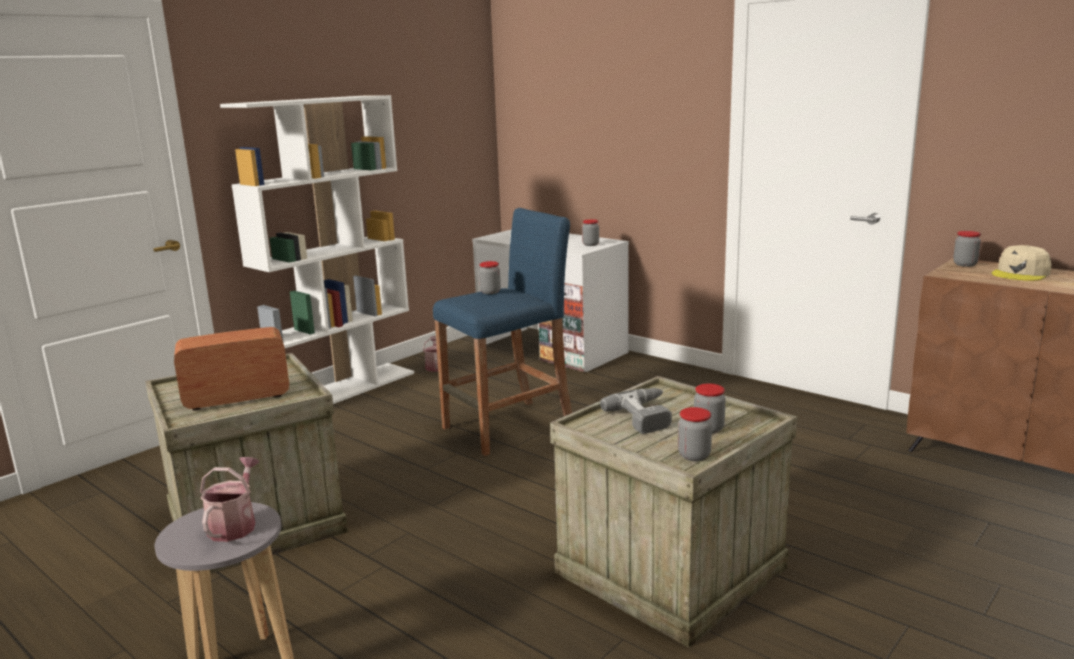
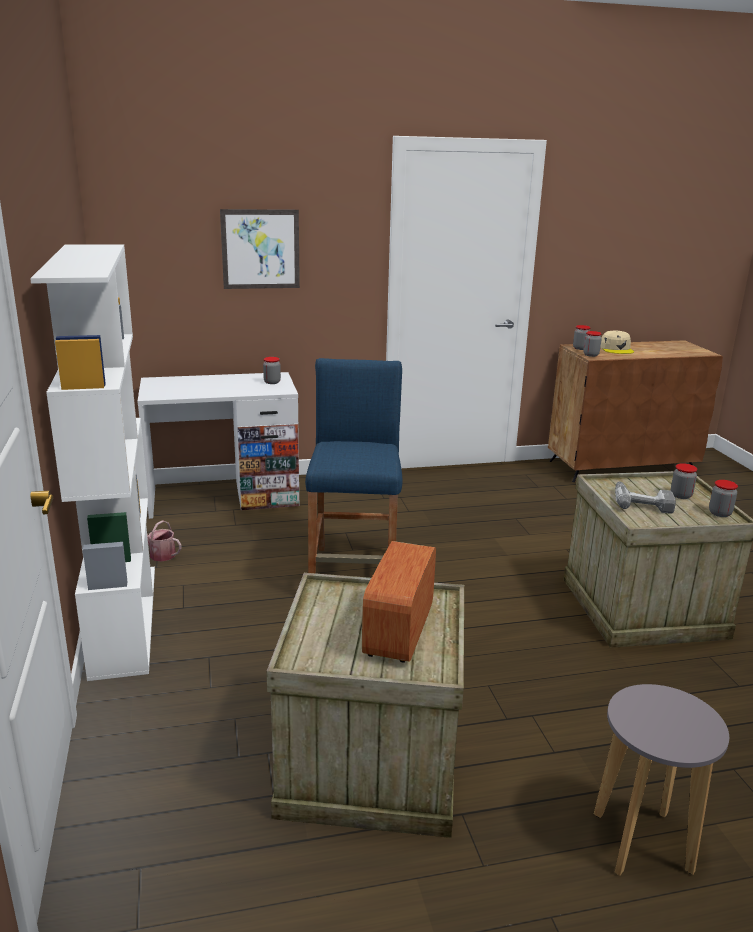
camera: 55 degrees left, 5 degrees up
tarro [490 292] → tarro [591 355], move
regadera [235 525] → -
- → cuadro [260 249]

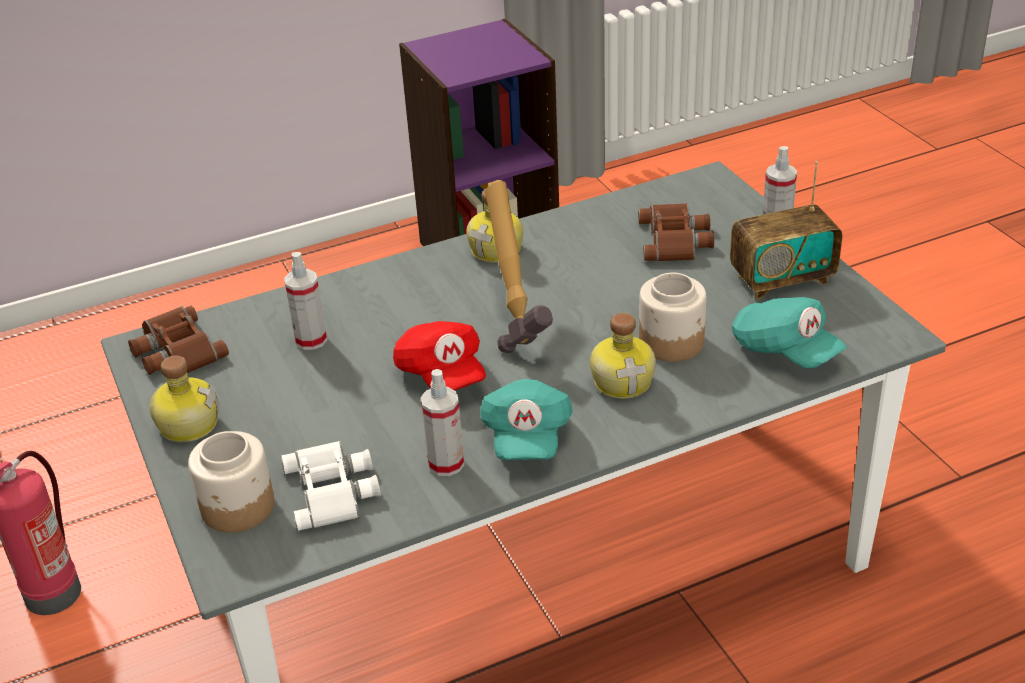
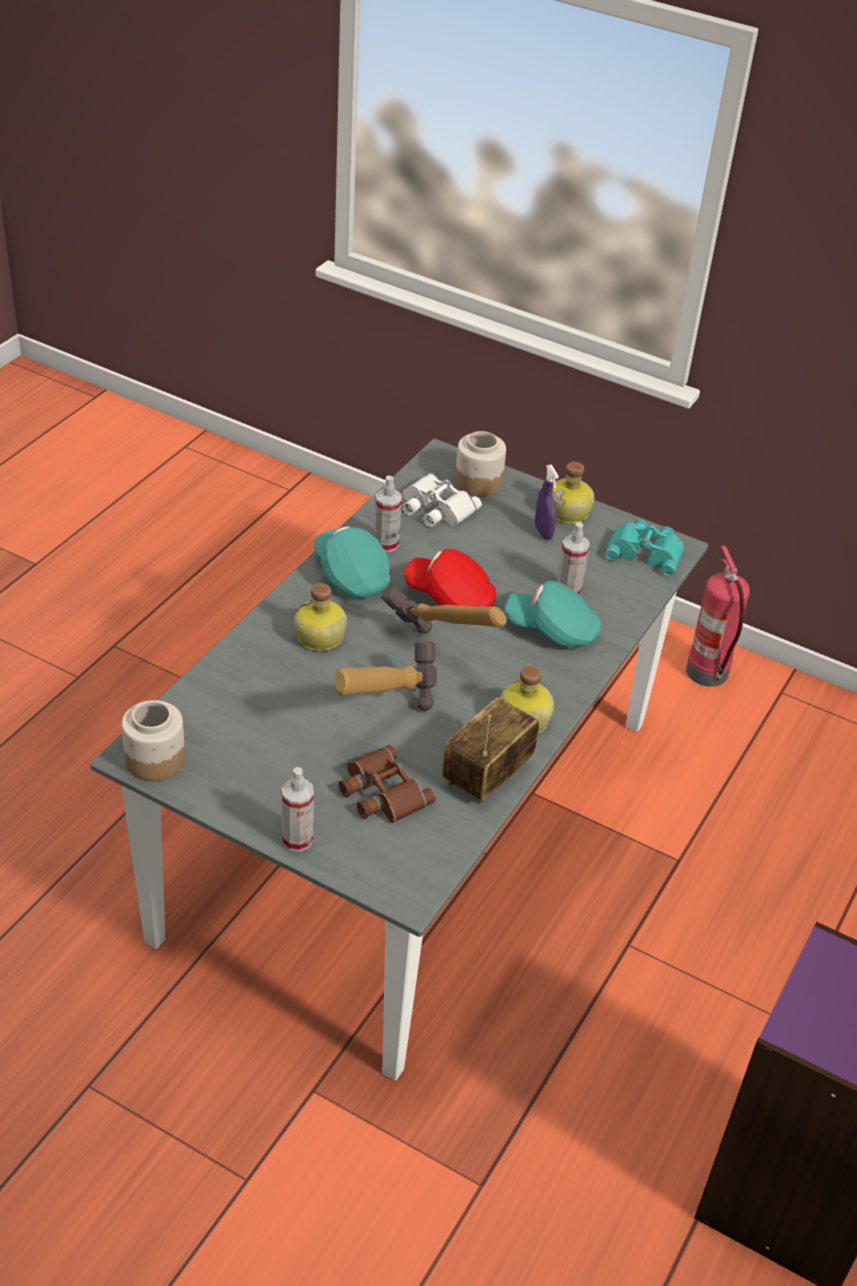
camera: 140 degrees right, 5 degrees up
radio [782 279] → radio [487 774], move
tarro [672 342] → tarro [154 760], move
gorra [turquesa] [785 351] → gorra [turquesa] [552 630], move
prismáticos [marrón] [175 351] → prismáticos [turquesa] [646 551]
- → pulverizador [morado] [543 532]
- → martillo [384 718]

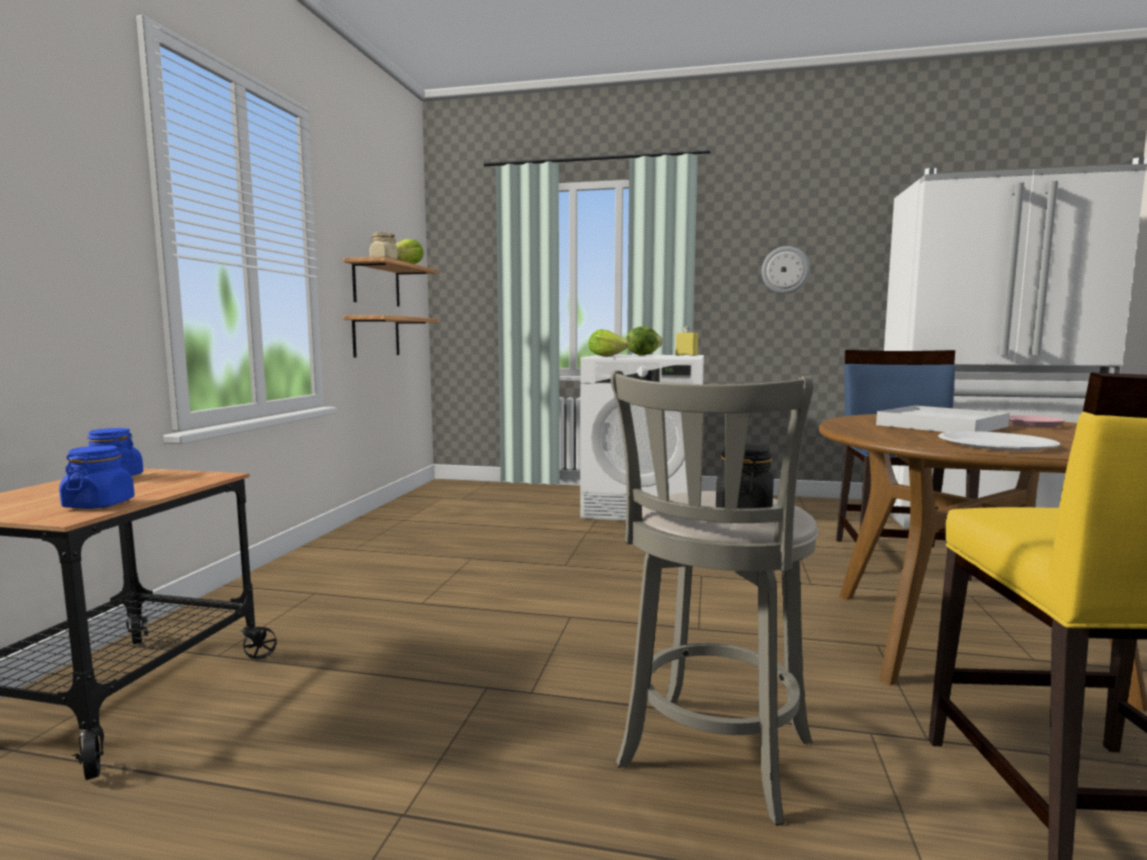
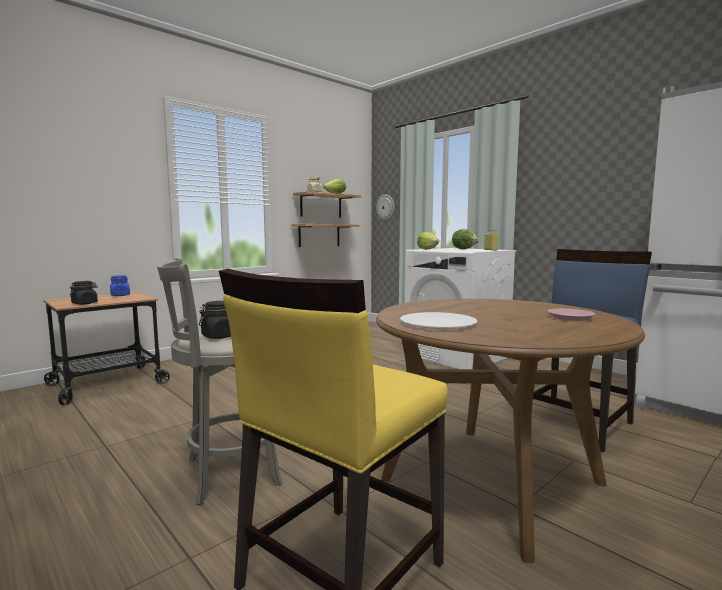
camera: 35 degrees right, 0 degrees up
reloj de pared [785 270] → reloj de pared [385 207], move
bandeja [blanco] [941 426] → -
tarro [azul] [99 504] → tarro [negro] [85 303]

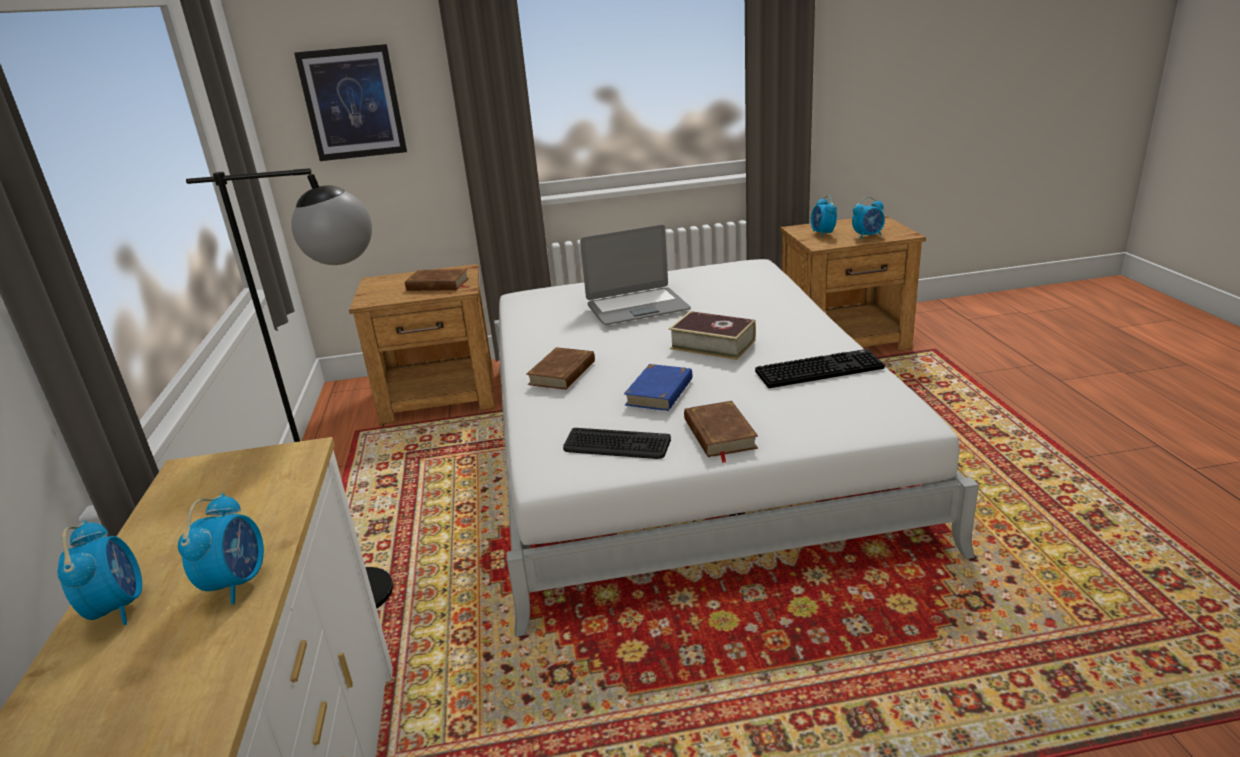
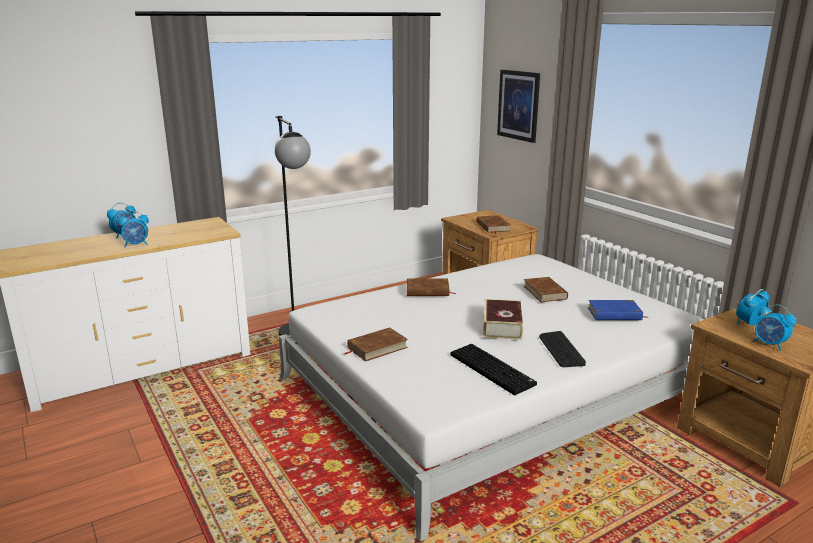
camera: 65 degrees right, 5 degrees down
portátil [637 307] → libro [marrón] [545 292]
libro [azul] [660 392] → libro [azul] [614 314], move
teclado [616 445] → teclado [560 350], move

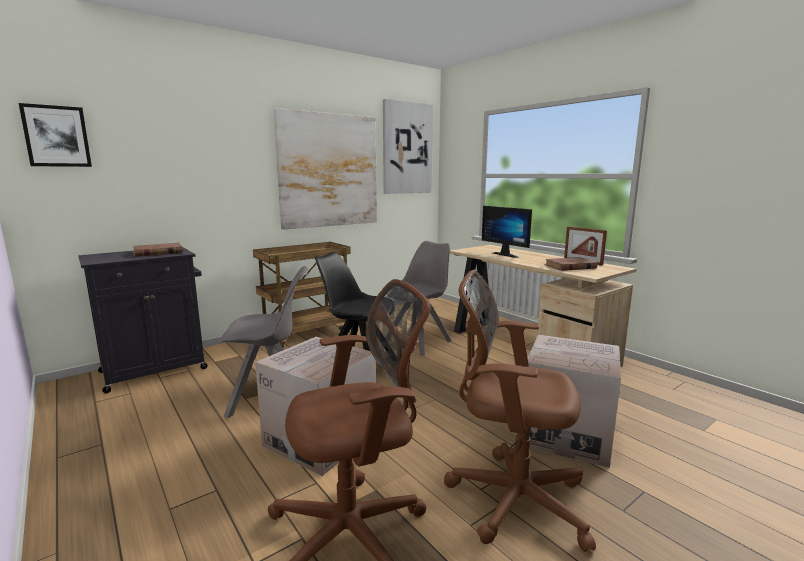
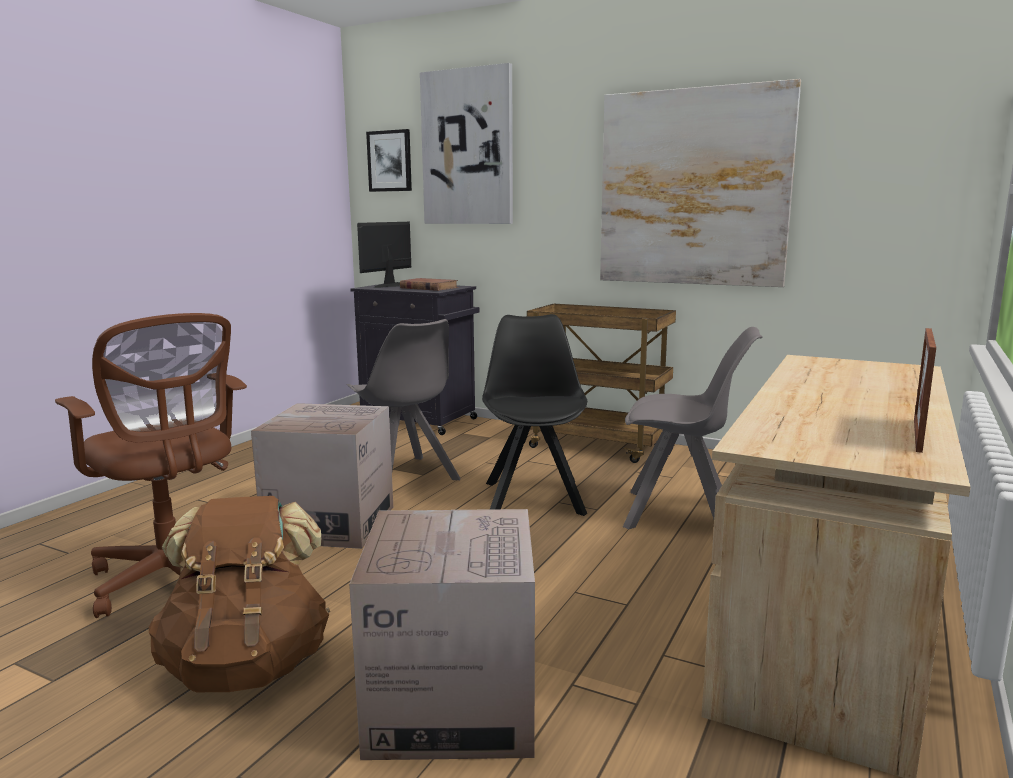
camera: 65 degrees right, 0 degrees up
cuadro [407 148] → cuadro [467 148], move
monitor [507 254] → monitor [393 286], move
libro [marrón] [570 267] → -
silla de oficina [marrón] [511 498] → mochila [marrón] [248 665]

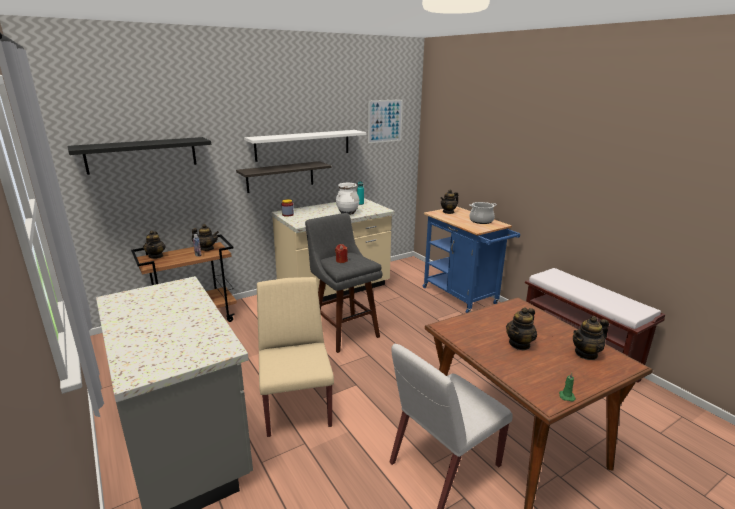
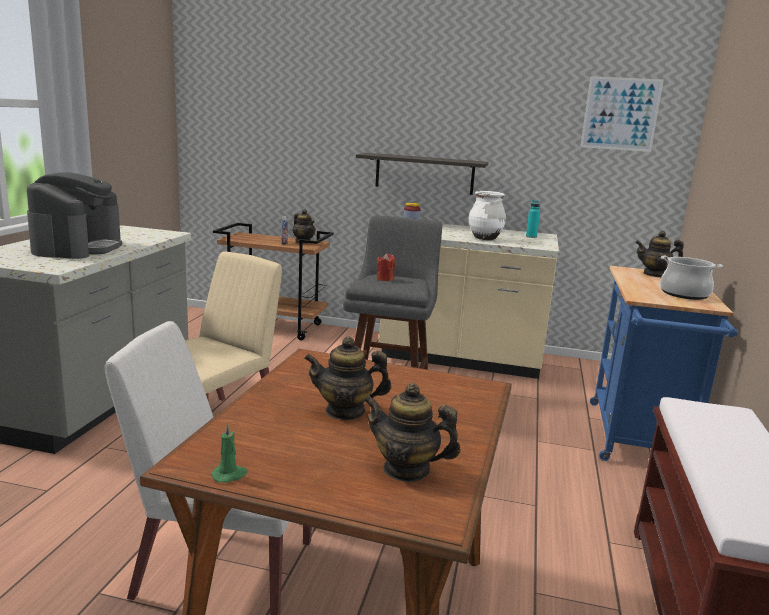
camera: 45 degrees right, 5 degrees down
estante [blanco] [303 145] → -
estante [negro] [142 155] → -
tetera [156 256] → -
- → cafetera [78 248]

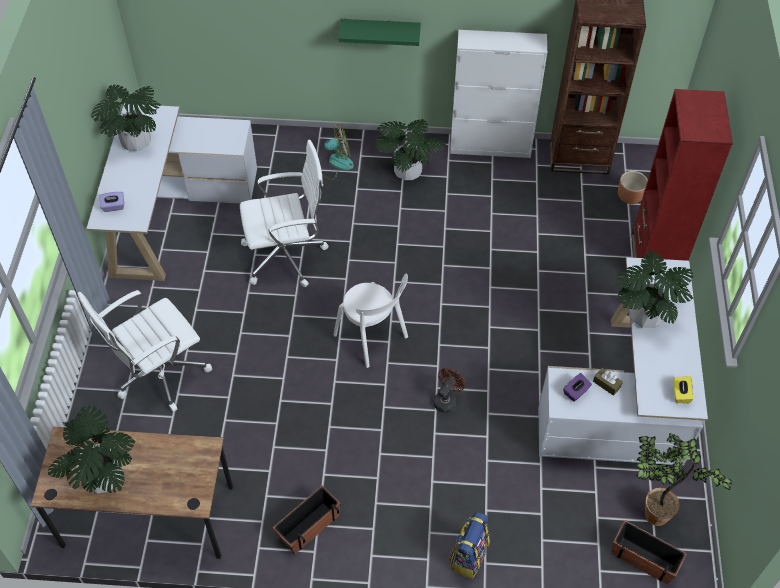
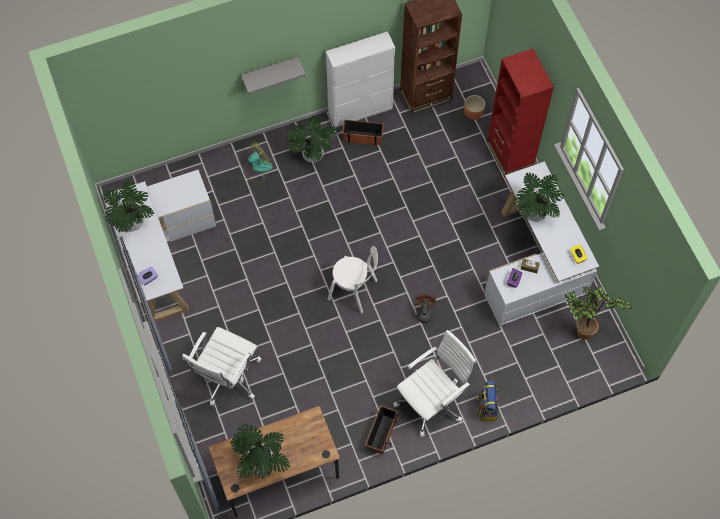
camera: 25 degrees left, 10 degrees up
estante [verde] [381 31] → estante [gris] [270 71]
silla de oficina [blanco] [287 256] → silla de oficina [blanco] [432 401], move
maceta [644 558] → maceta [363 137], move

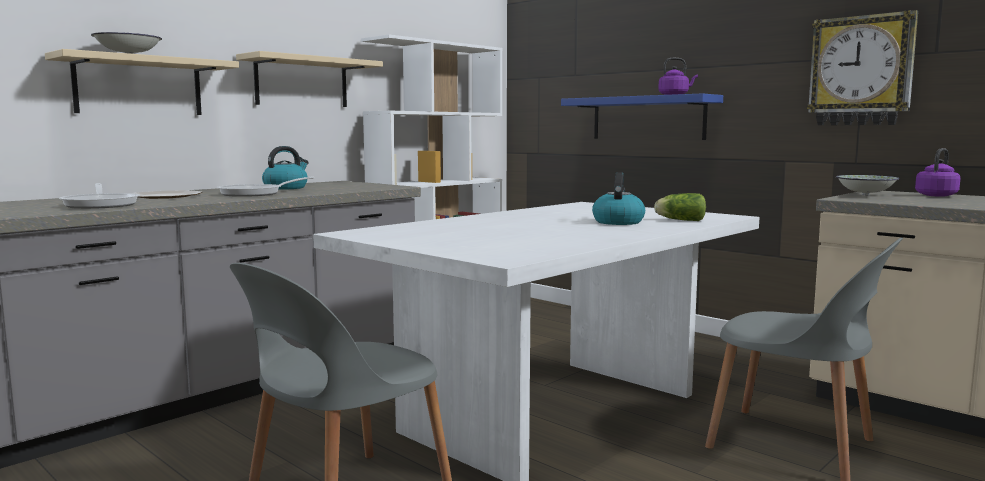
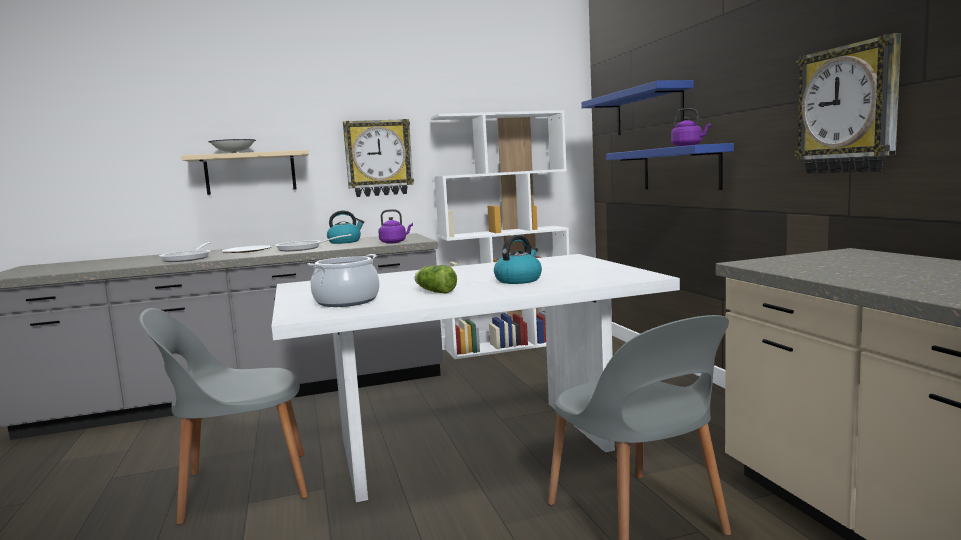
camera: 30 degrees right, 0 degrees up
estante [beis] [302 82] → reloj de pared [378 158]
hervidor [morado] [937 195] → hervidor [morado] [394 242], move
cuenco [865 195] → -
lechuga [679 220] → lechuga [434 291], move
- → estante [azul] [648 111]
- → olla [346 301]

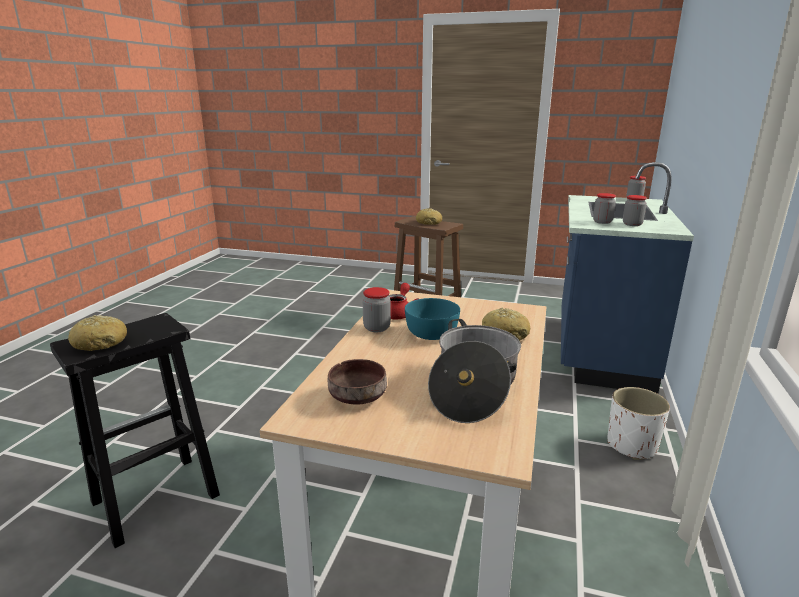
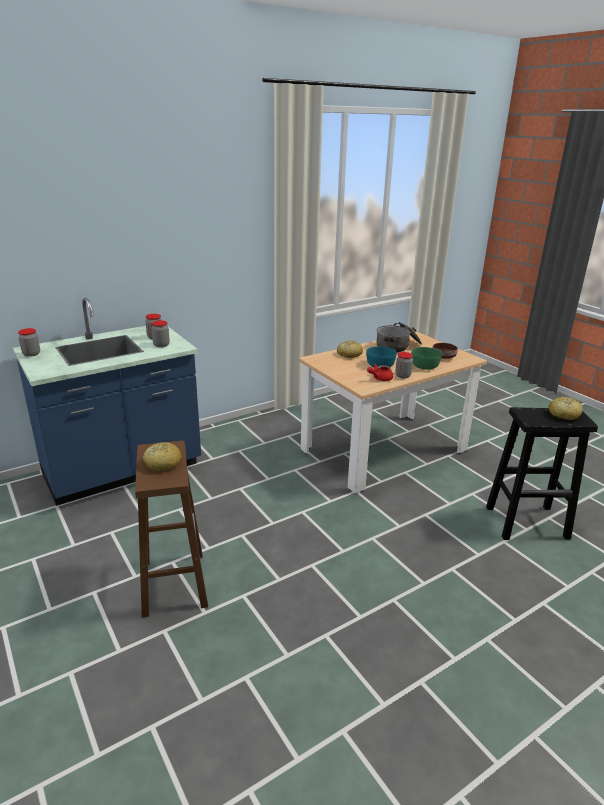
camera: 140 degrees left, 5 degrees up
maceta [blanco] [631 445] → -
- → cuenco [verde] [424 366]

